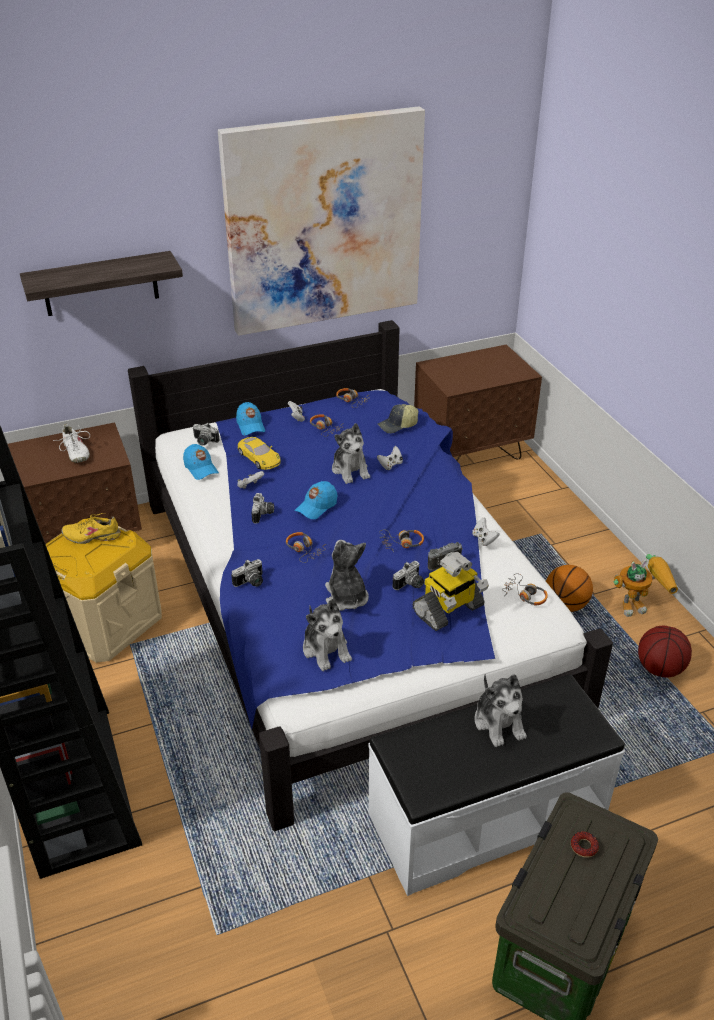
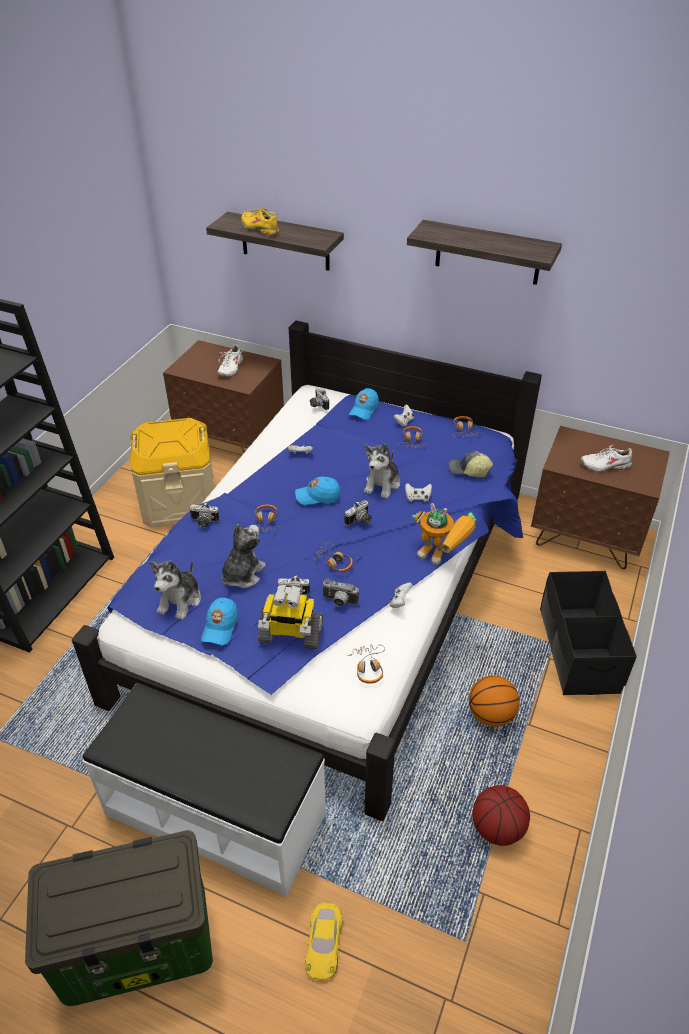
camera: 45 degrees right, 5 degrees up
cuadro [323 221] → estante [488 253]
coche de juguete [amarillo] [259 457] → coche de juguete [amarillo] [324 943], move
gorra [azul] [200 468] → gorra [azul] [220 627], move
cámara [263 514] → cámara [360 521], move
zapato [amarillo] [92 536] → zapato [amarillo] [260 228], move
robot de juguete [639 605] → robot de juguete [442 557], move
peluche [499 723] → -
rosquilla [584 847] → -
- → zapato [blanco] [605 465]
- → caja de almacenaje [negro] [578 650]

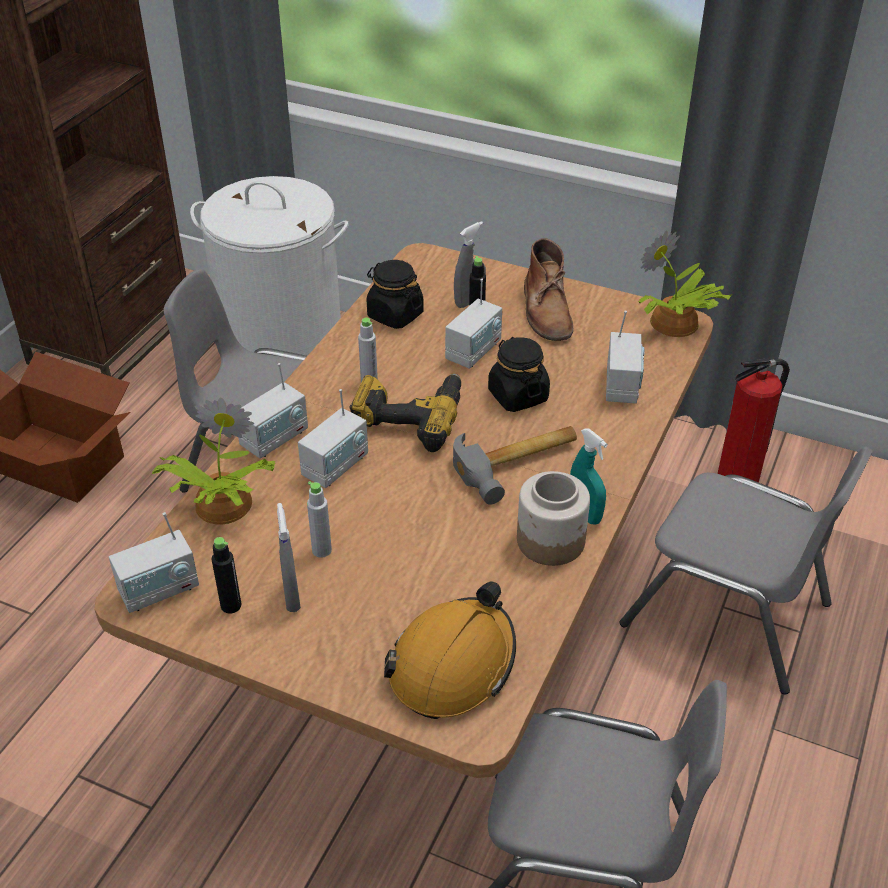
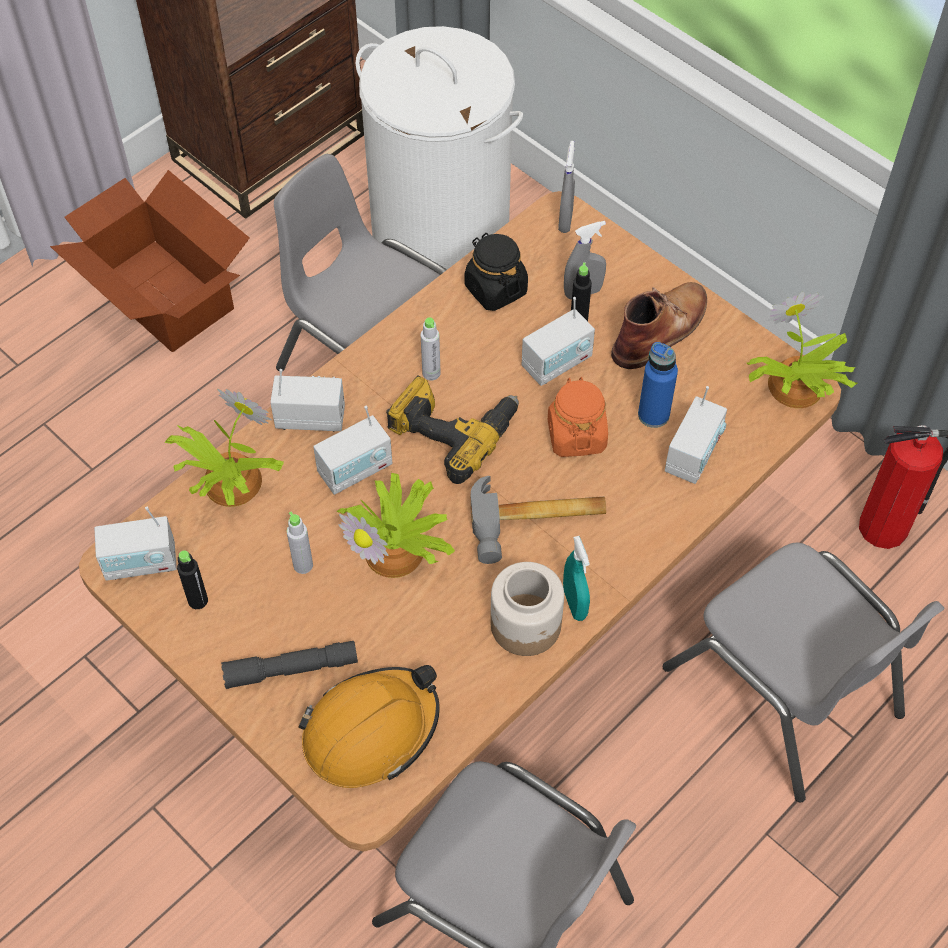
camera: 20 degrees right, 15 degrees up
bota [marrón] [546 311] → bota [marrón] [661 329], 150 degrees counterclockwise
tarro [negro] [517 395] → tarro [naranja] [576 435]
radio [275 439] → radio [310 417], 150 degrees counterclockwise
pulverizador [gris] [291 597] → pulverizador [gris] [565 220], move
- → botella [azul] [653 415]
- → planta en maceta [398 550]
- → linterna [gris] [291 669]

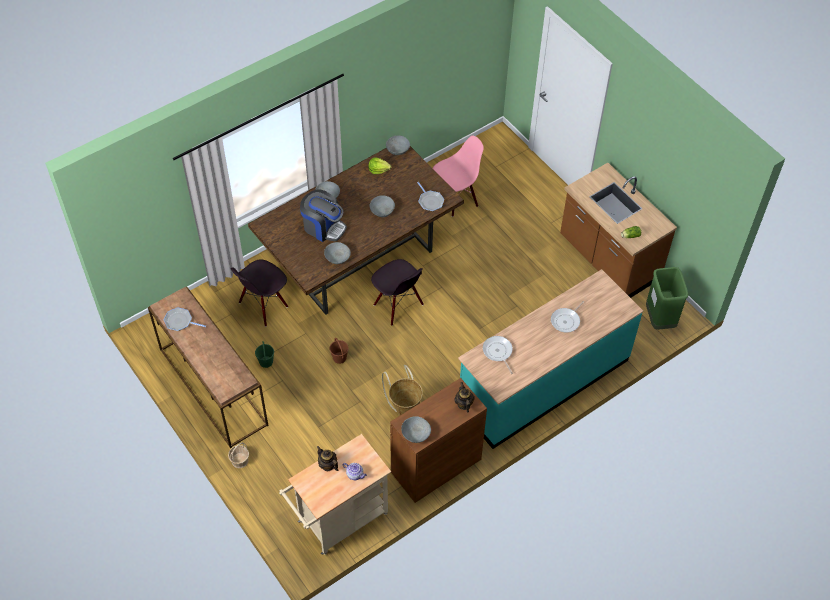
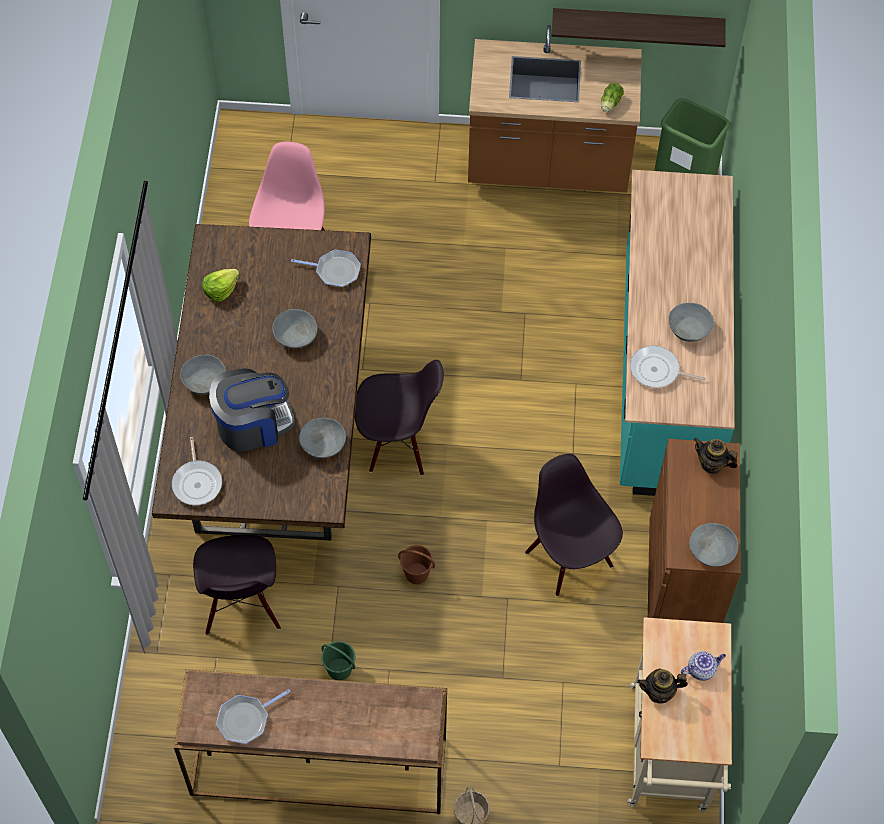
camera: 50 degrees left, 5 degrees up
cuenco [gris] [398 150] → cuenco [gris] [689 329], move
sartén [566 321] → sartén [197 482], move
cesta [404 412] → silla [negro] [570 558]
- → estante [637 26]

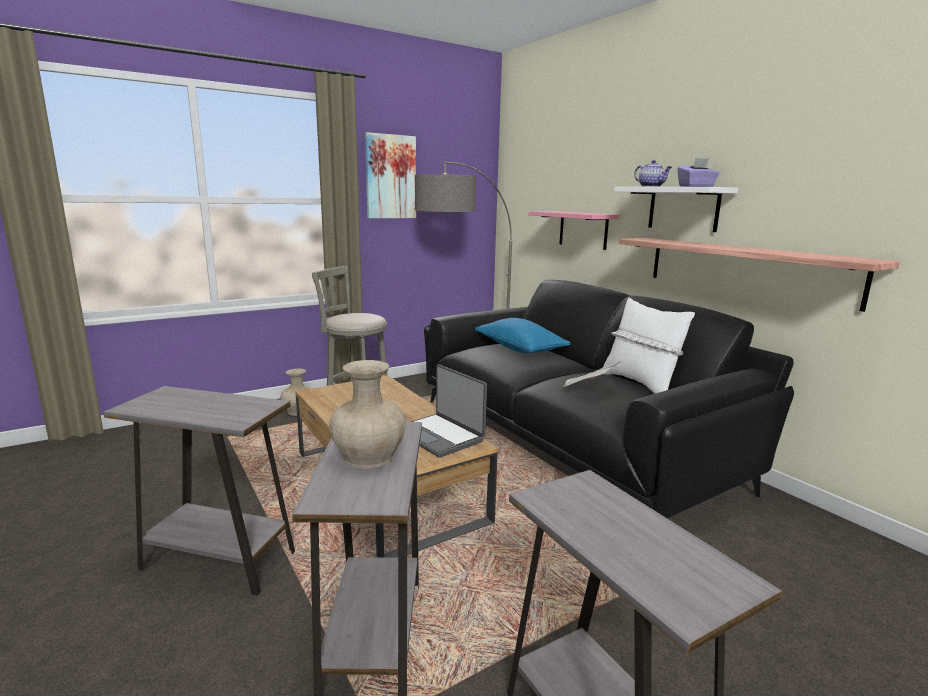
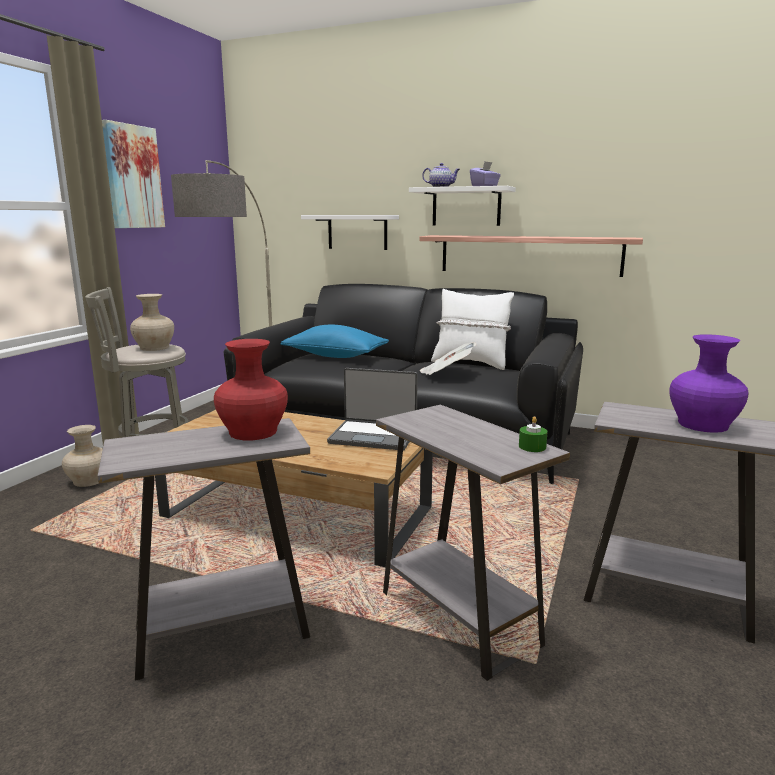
camera: 35 degrees left, 0 degrees up
estante [rosa] [583 230] → estante [blanco] [357 232]
florero [beis] [368 457] → florero [beis] [154 348], move
- → florero [morado] [703 425]
- → florero [rojo] [253 432]
- → vela [verde] [532 447]

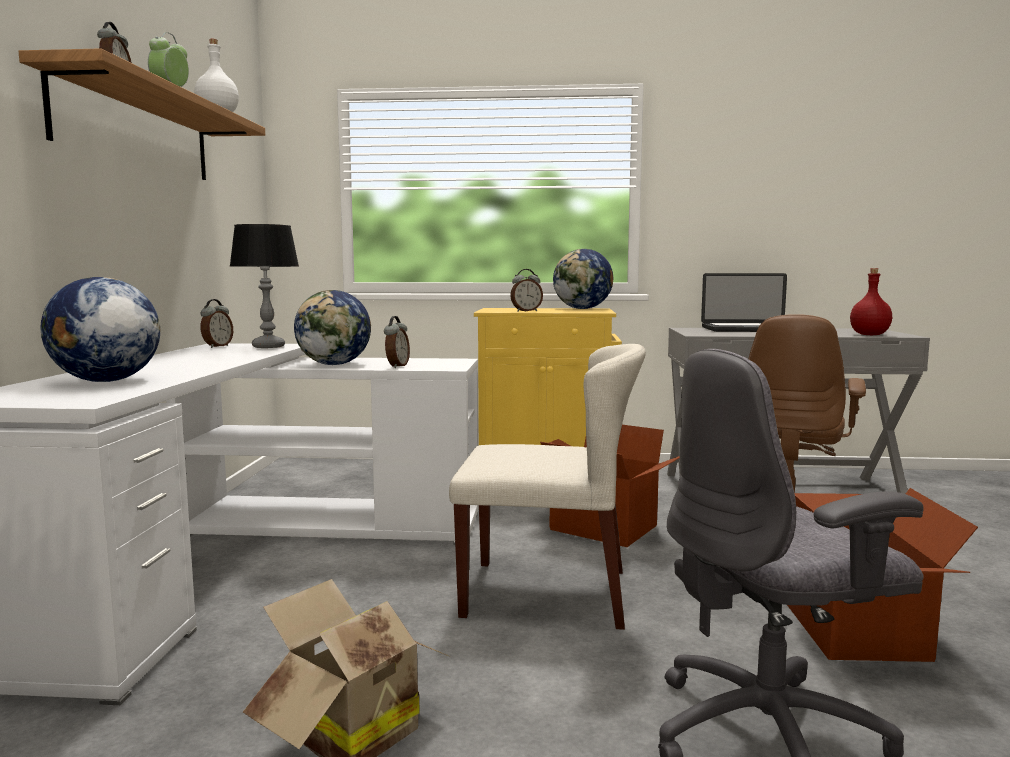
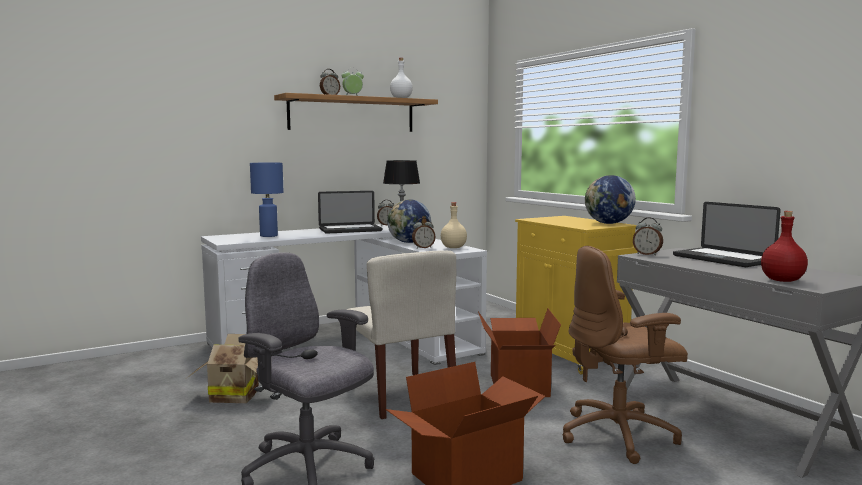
camera: 55 degrees right, 0 degrees up
despertador [526 311] → despertador [647 254], move
globo terráqueo [105 381] → lámpara de mesa [azul] [268 236]
- → portátil [350 230]
- → botella [beis] [453 247]

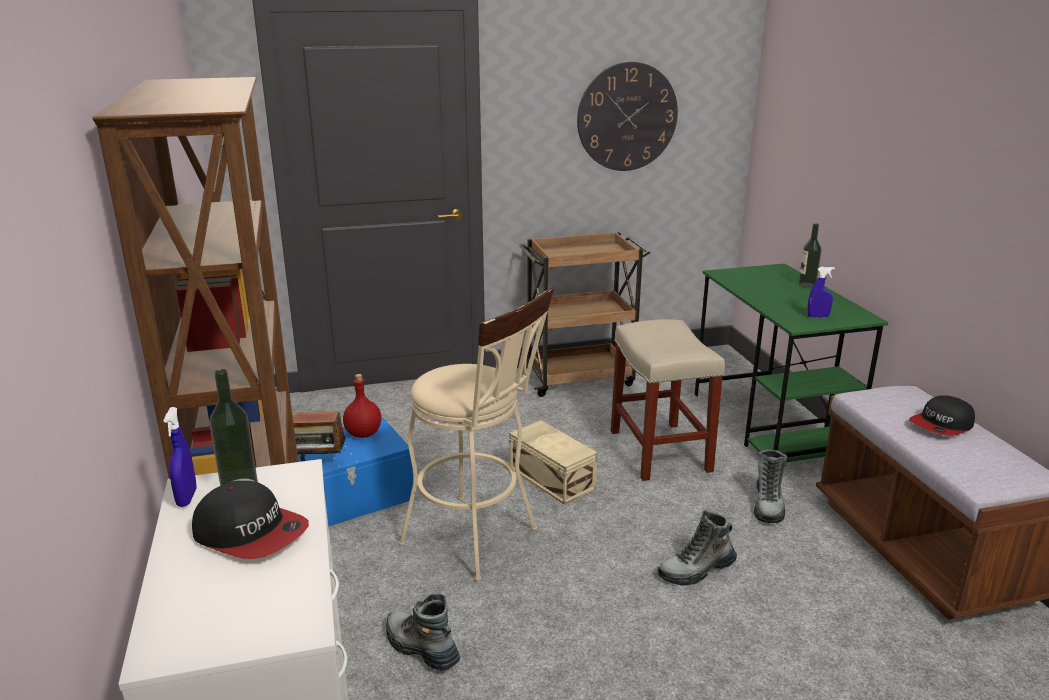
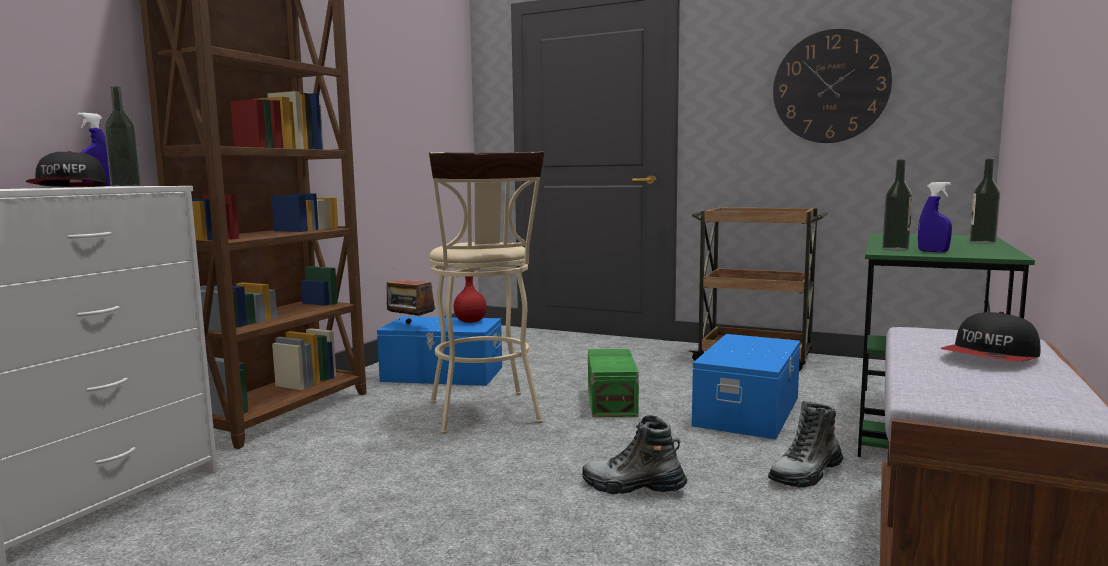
camera: 40 degrees right, 15 degrees down
taburete [beis] [658 450] → caja de almacenaje [azul] [749 411]
gorra [942 425] → gorra [991 356], 45 degrees counterclockwise
caja de almacenaje [beis] [551 477] → caja de almacenaje [verde] [613 401]
bota [421 648] → -
- → botella [895 249]

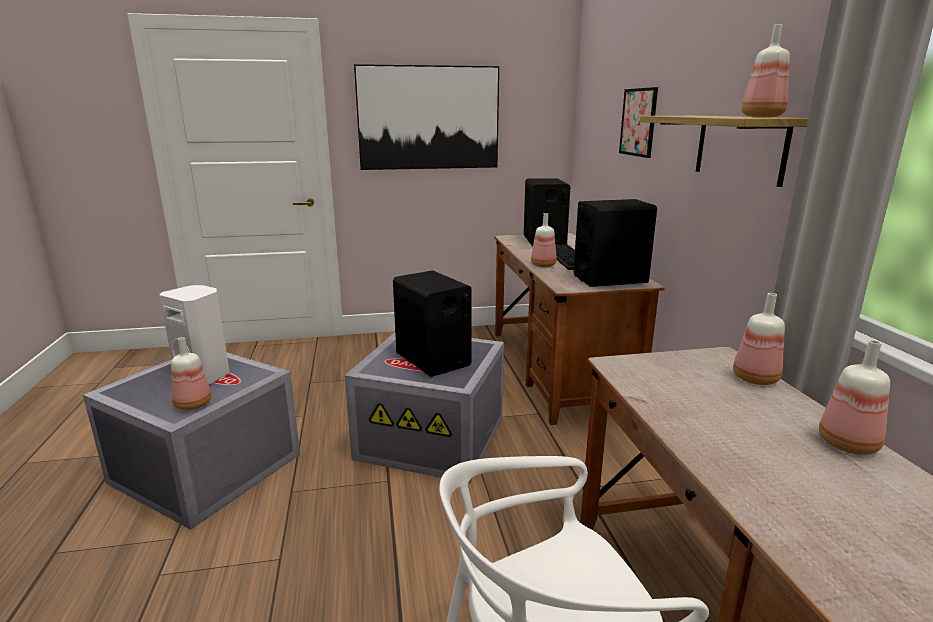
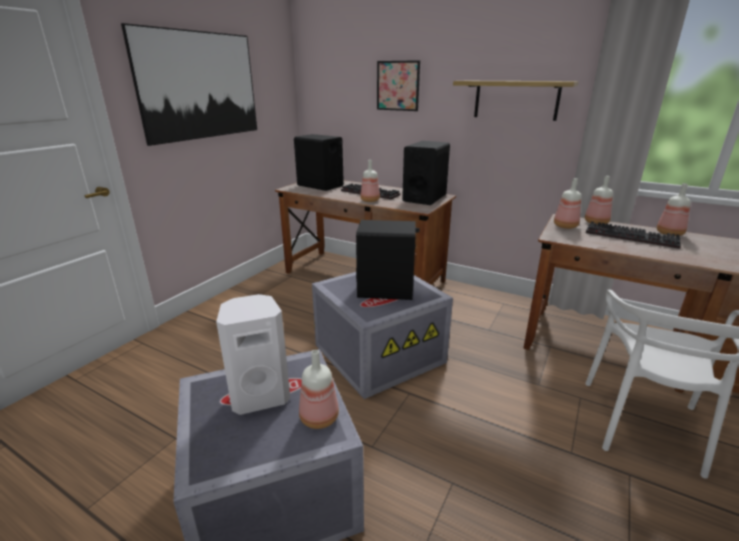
camera: 50 degrees left, 5 degrees up
botella [761 117] → botella [565 226], move
- → teclado [632 237]

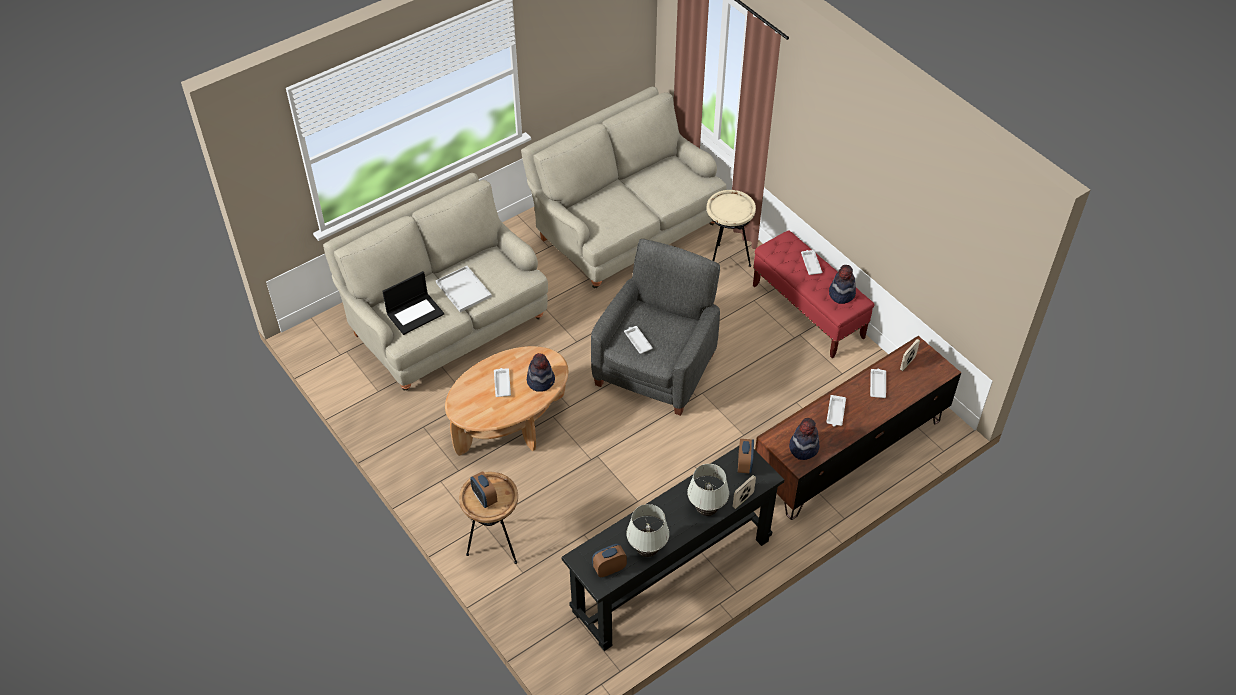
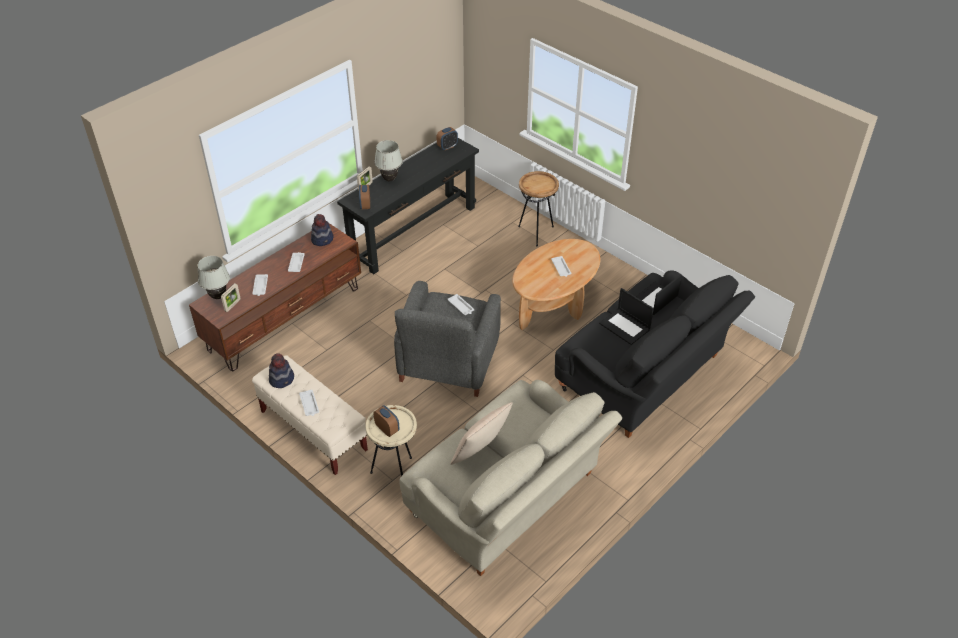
camera: 170 degrees right, 5 degrees down
sofá [beis] [445 321] → sofá [negro] [645 377]
banco [rojo] [808 312] → banco [beis] [313 430]
bandeja [blanco] [462 289] → portátil [625 326]
sombrero [541 380] → -
despertador [484 498] → despertador [387 429], move
lámpara de mesa [blanco] [647 551] → lámpara de mesa [blanco] [218 296], move
- → cojín [beis] [481 452]

